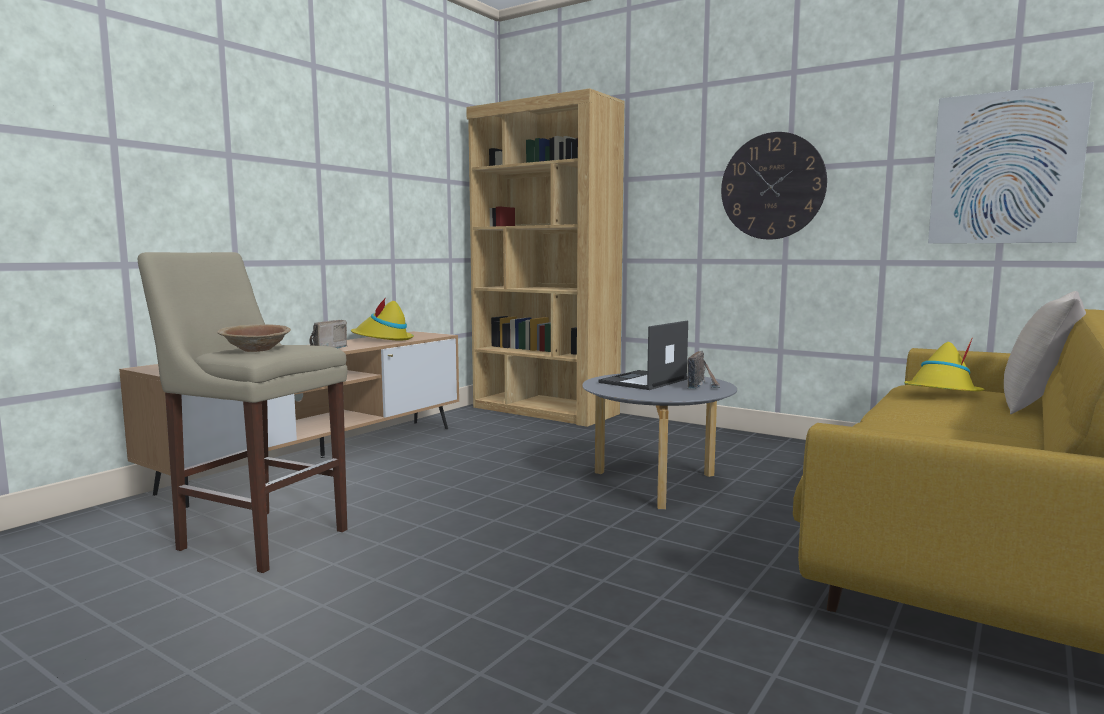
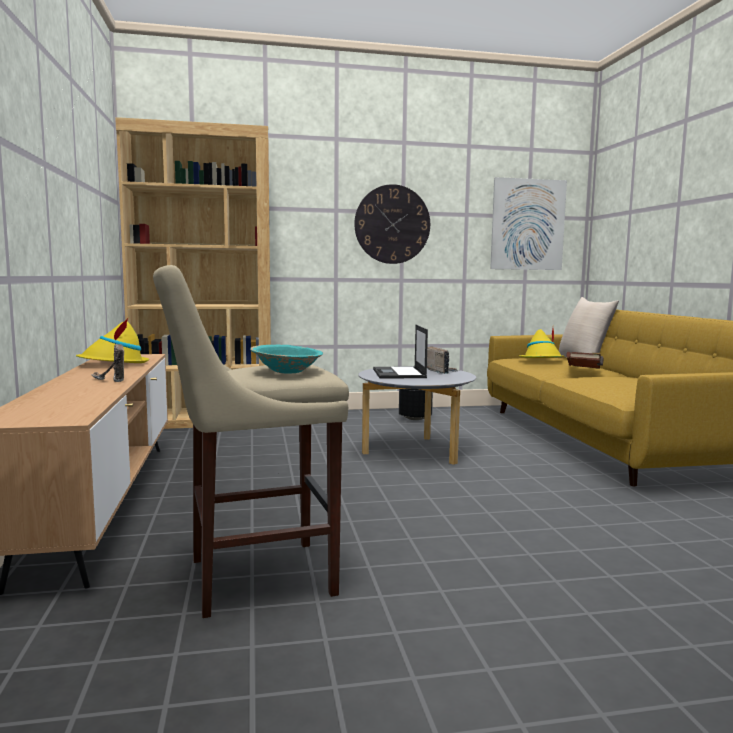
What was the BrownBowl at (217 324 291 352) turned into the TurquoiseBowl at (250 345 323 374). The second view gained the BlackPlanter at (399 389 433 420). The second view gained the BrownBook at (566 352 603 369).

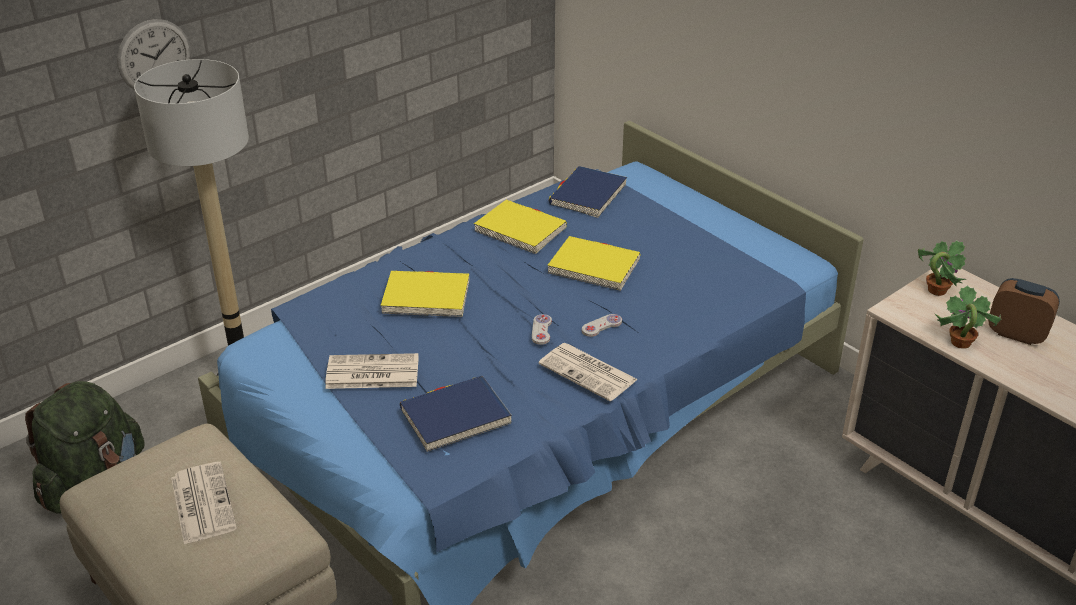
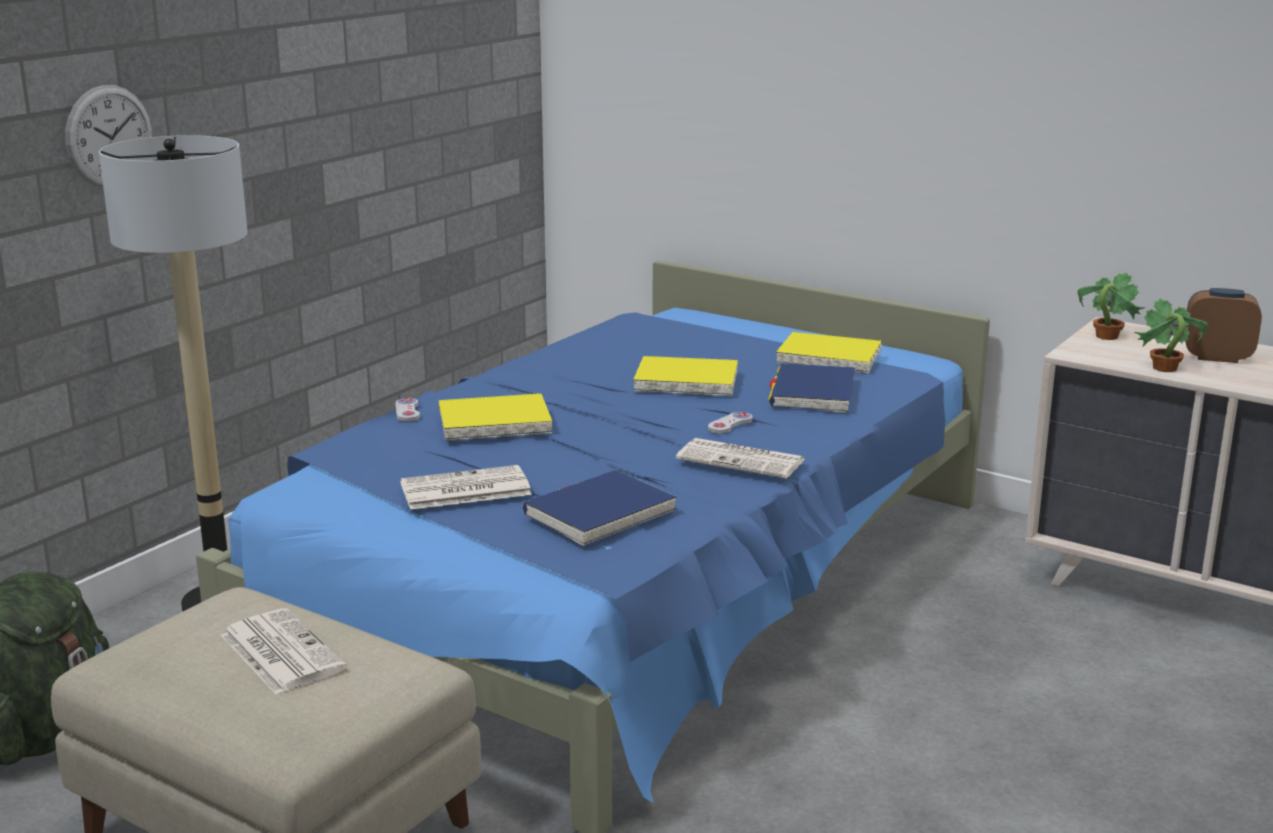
The WhiteGameController ended up elsewhere, having gone from (532 314 552 345) to (395 398 420 421). The BlueBook ended up elsewhere, having gone from (549 166 627 218) to (768 363 855 413). The YellowBook ended up elsewhere, having gone from (474 200 567 254) to (776 332 882 374).

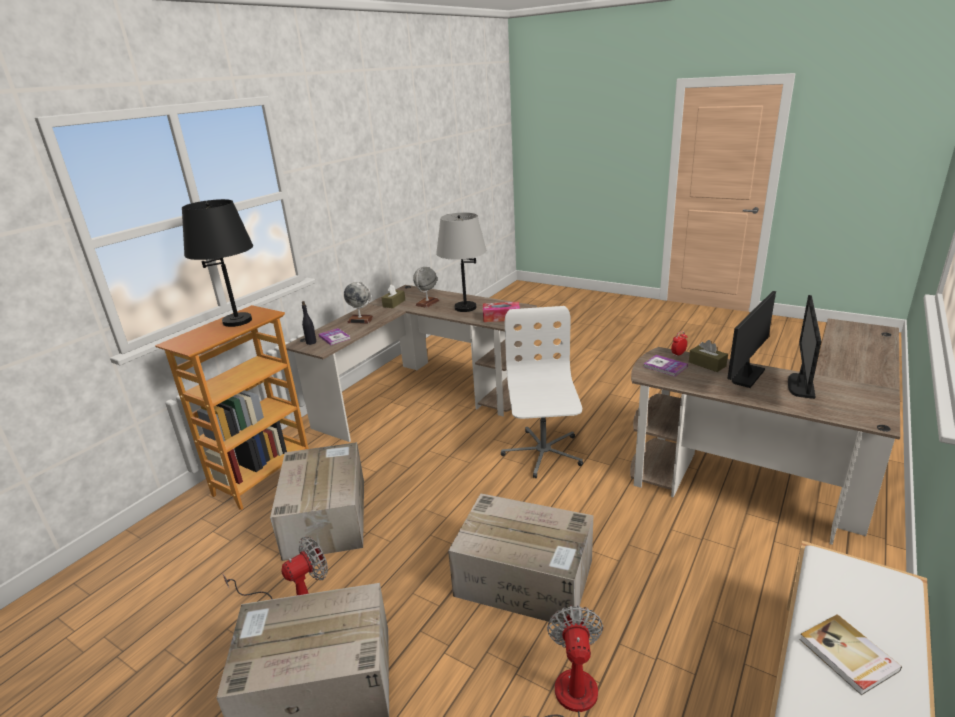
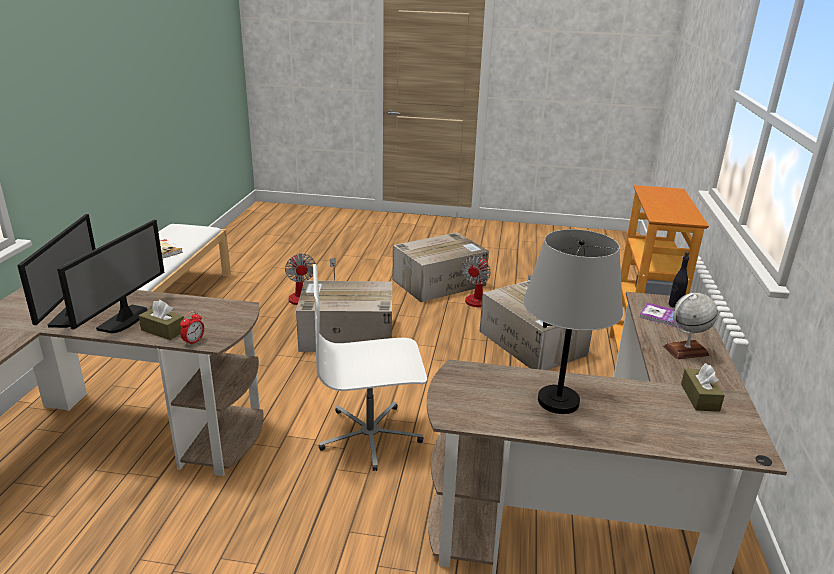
The WhiteOfficeChair at (501 306 583 478) ended up facing another way, 105 degrees clockwise from before. The second view lost the BlackTableLamp at (182 199 253 327). The second view lost the Globe at (413 267 439 308). The second view lost the TissueBox at (483 302 520 322). The second view lost the Book at (644 355 688 377).

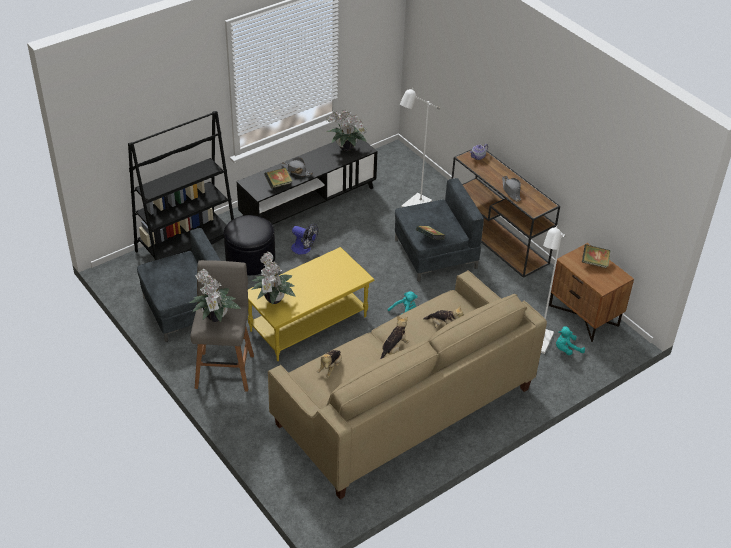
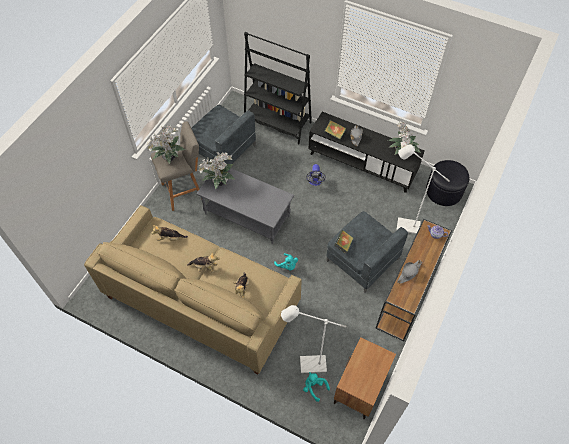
What was the YellowCoffeeTable at (248 247 374 361) turned into the GreyCoffeeTable at (196 168 294 245). The BlackOttoman ended up elsewhere, having gone from (224 215 275 275) to (426 160 469 206). The second view lost the Book at (582 244 611 268).

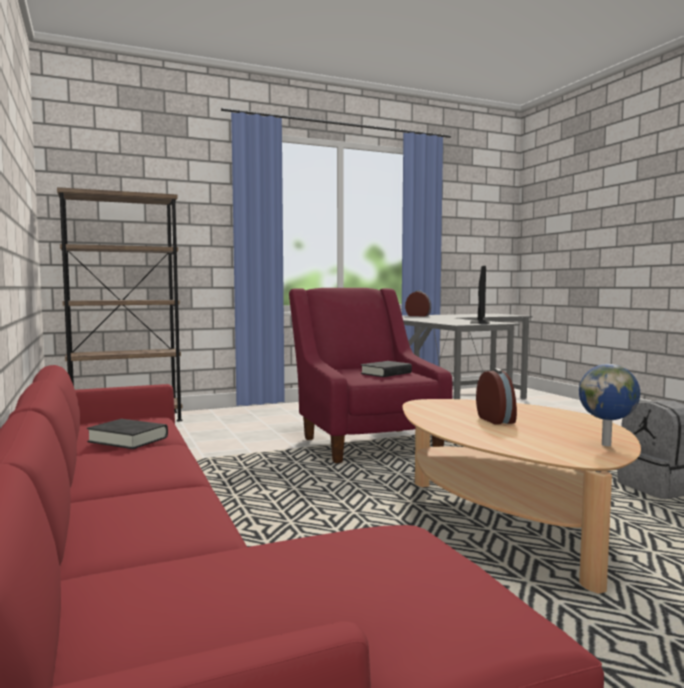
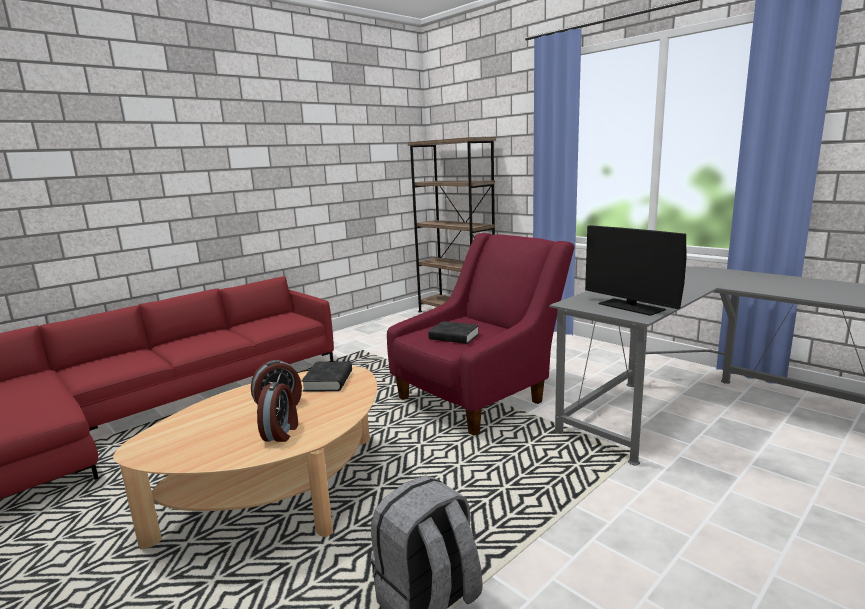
The AlarmClock ended up elsewhere, having gone from (405 291 431 316) to (257 382 298 442). The BlackBook ended up elsewhere, having gone from (87 419 168 449) to (302 361 352 392). The Monitor at (470 266 490 324) ended up facing another way, 60 degrees clockwise from before. The second view lost the Globe at (579 364 640 446).

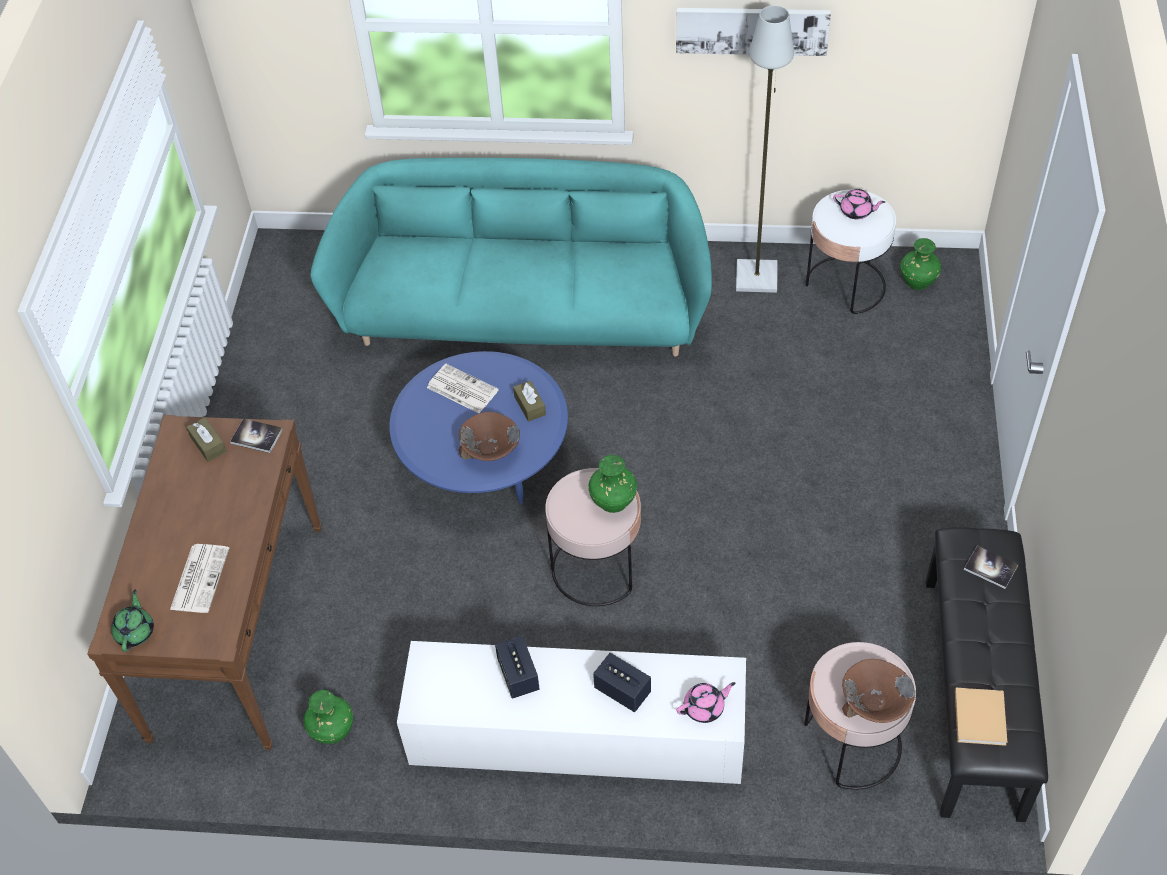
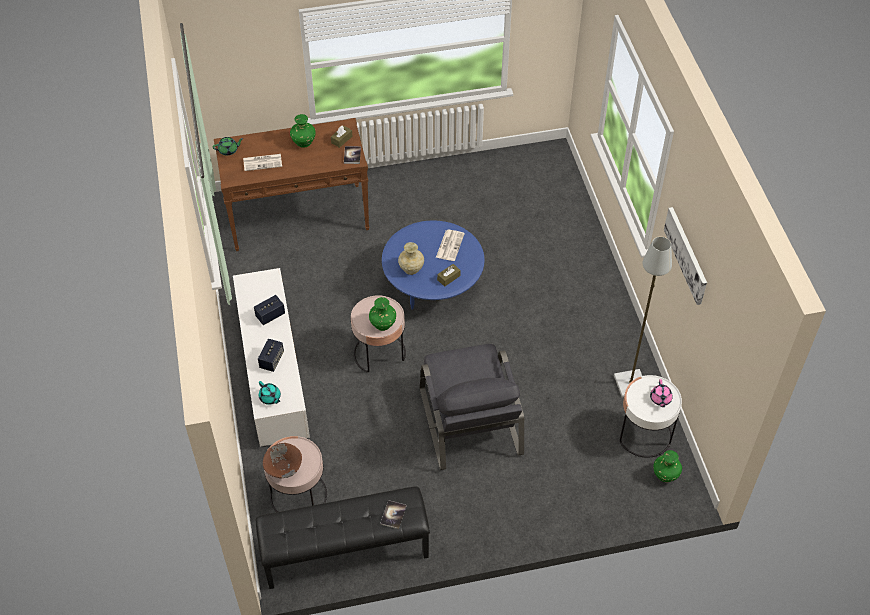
What was the PinkTeapot at (676 682 736 723) turned into the TurquoiseTeapot at (259 381 281 405). The GreenVase ended up elsewhere, having gone from (304 690 353 744) to (290 114 316 148). Where the BrownBowl stood at (459 412 520 461), the BeigeVase came to stand at (398 242 424 275). The second view gained the GreyArmchair at (420 344 524 470). The second view lost the TurquoiseSofa at (310 158 712 356). The second view lost the BeigeBook at (955 688 1007 746).

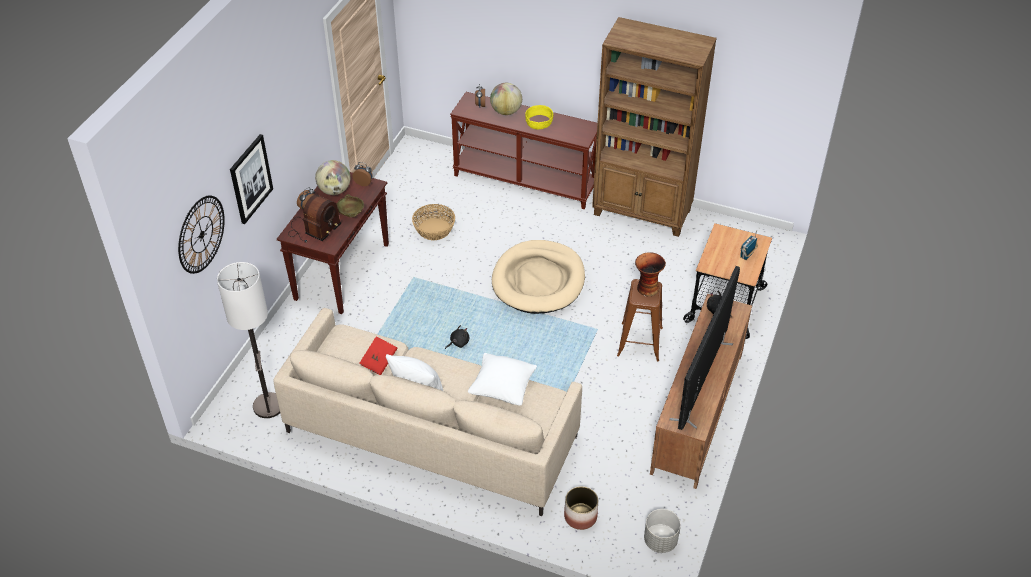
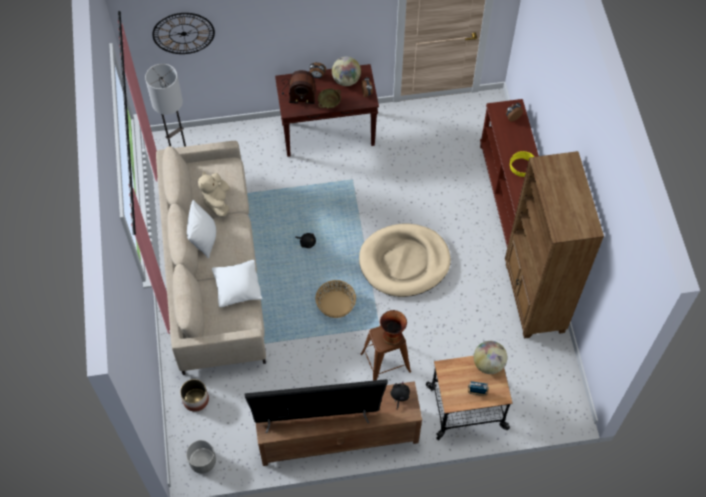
Where the RedBook stood at (359 337 398 375), the BeigePlushToy came to stand at (198 171 230 217). The Basket ended up elsewhere, having gone from (412 204 455 240) to (315 280 356 318). The Globe ended up elsewhere, having gone from (490 83 522 115) to (474 341 507 374). The second view lost the Picture at (230 134 273 224).

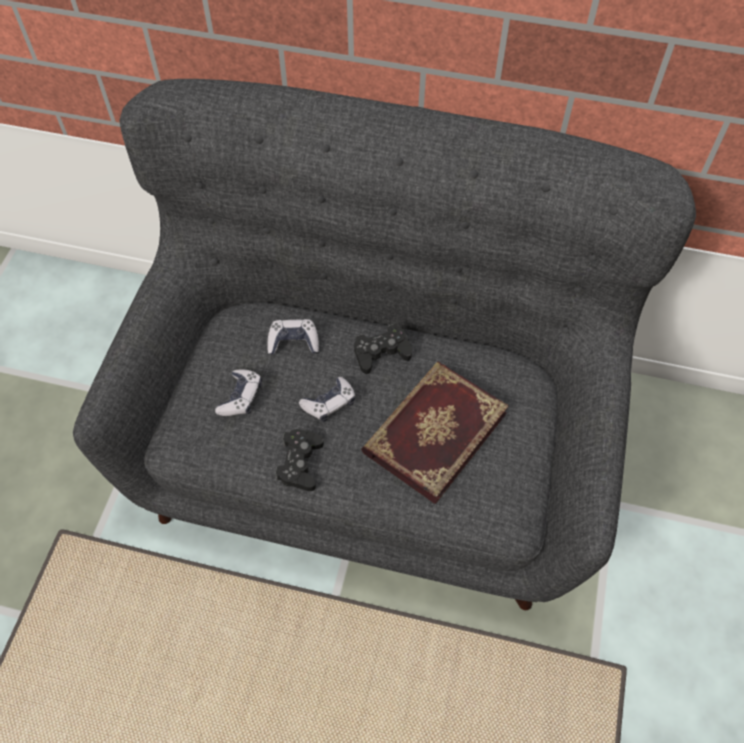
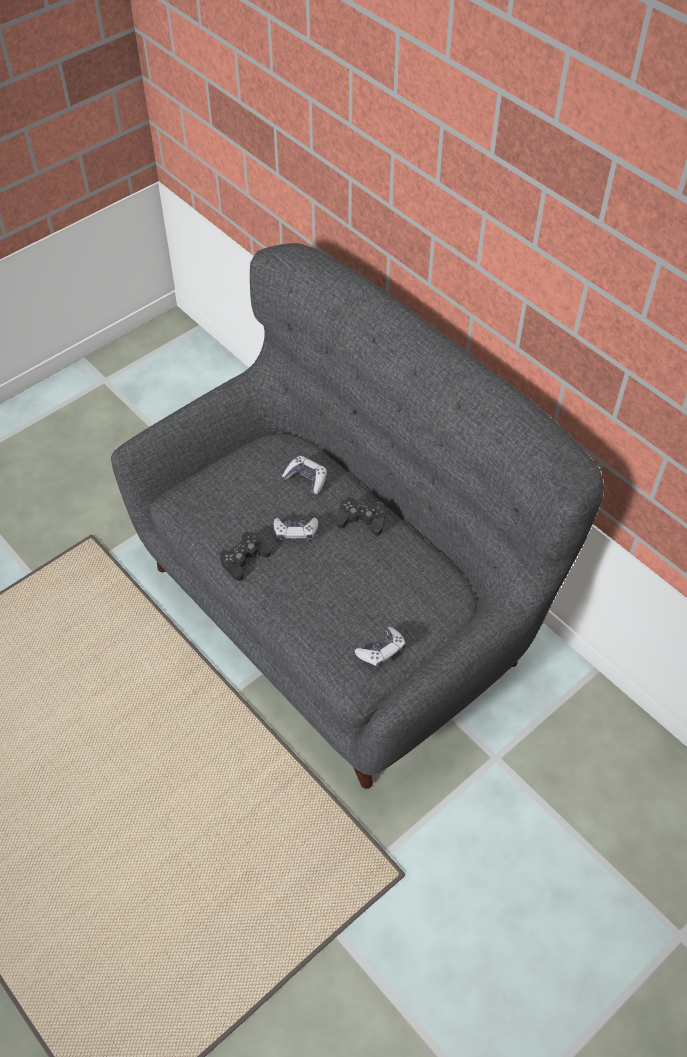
The GameController ended up elsewhere, having gone from (215 369 262 416) to (355 627 406 668). The second view lost the Book at (361 361 509 504).

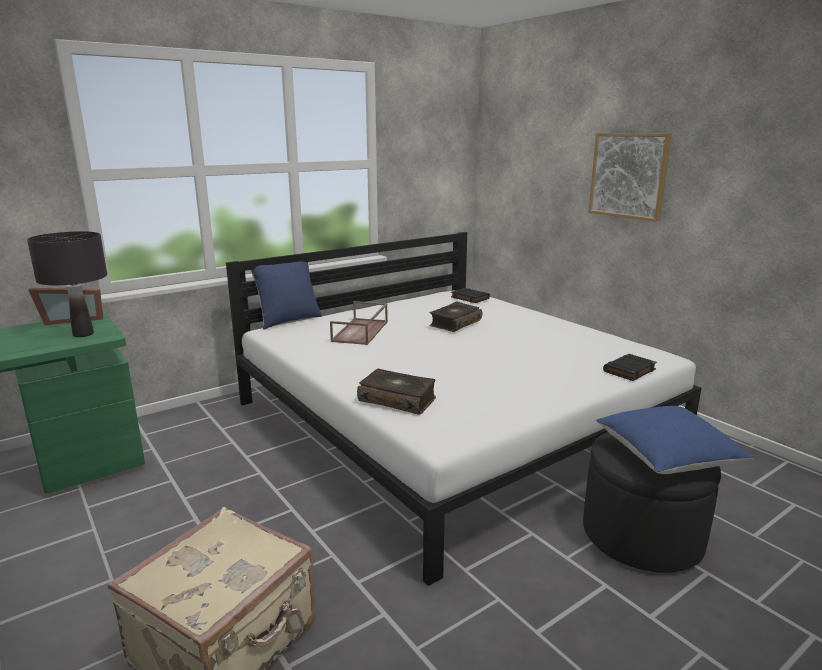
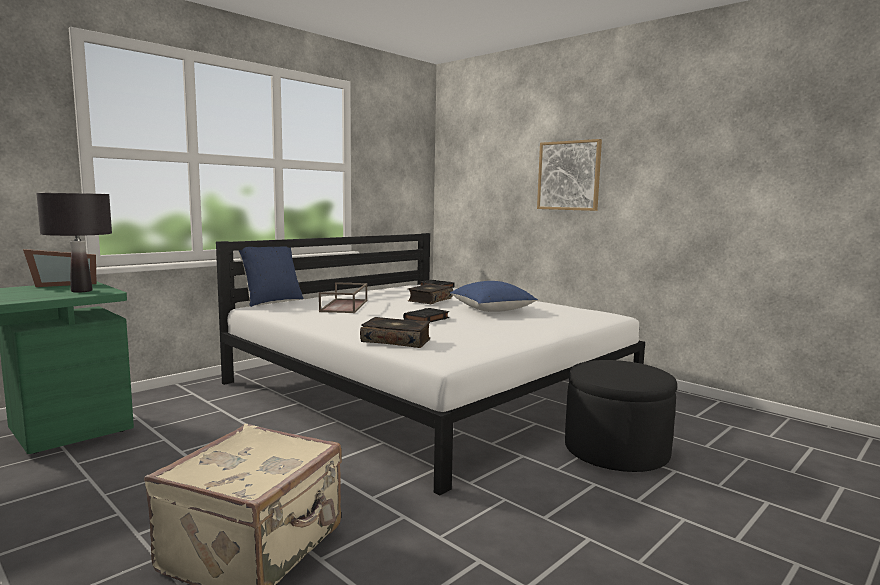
The BlackBook ended up elsewhere, having gone from (603 354 657 381) to (403 308 449 322). The BluePillow ended up elsewhere, having gone from (596 406 754 474) to (450 281 538 312).

